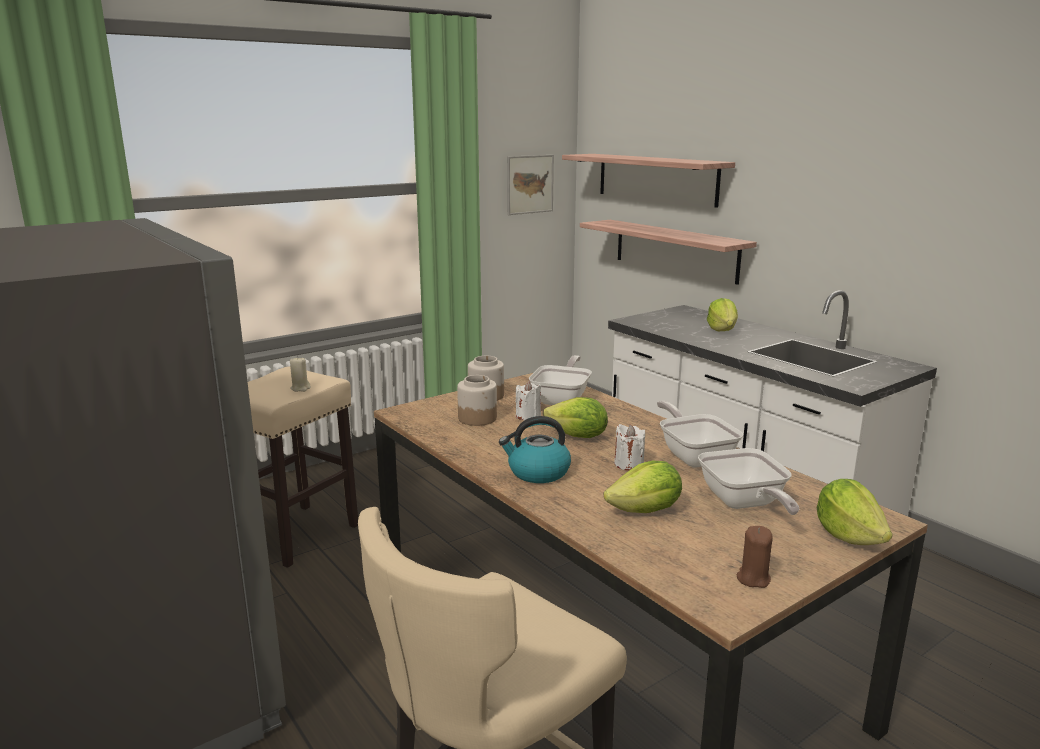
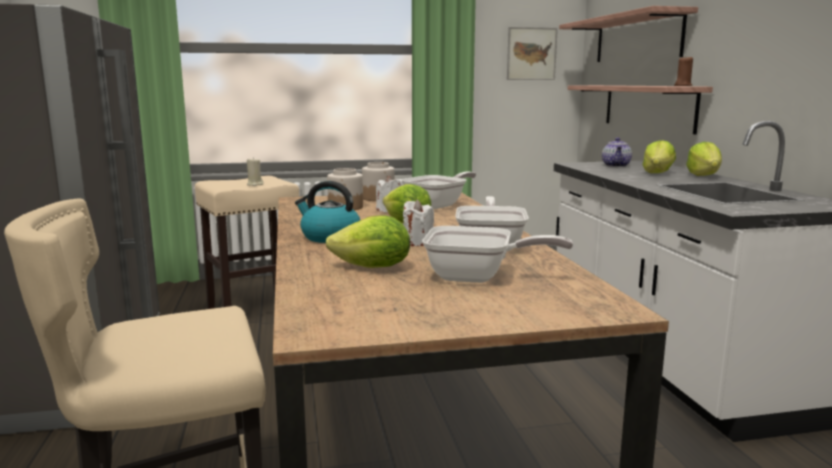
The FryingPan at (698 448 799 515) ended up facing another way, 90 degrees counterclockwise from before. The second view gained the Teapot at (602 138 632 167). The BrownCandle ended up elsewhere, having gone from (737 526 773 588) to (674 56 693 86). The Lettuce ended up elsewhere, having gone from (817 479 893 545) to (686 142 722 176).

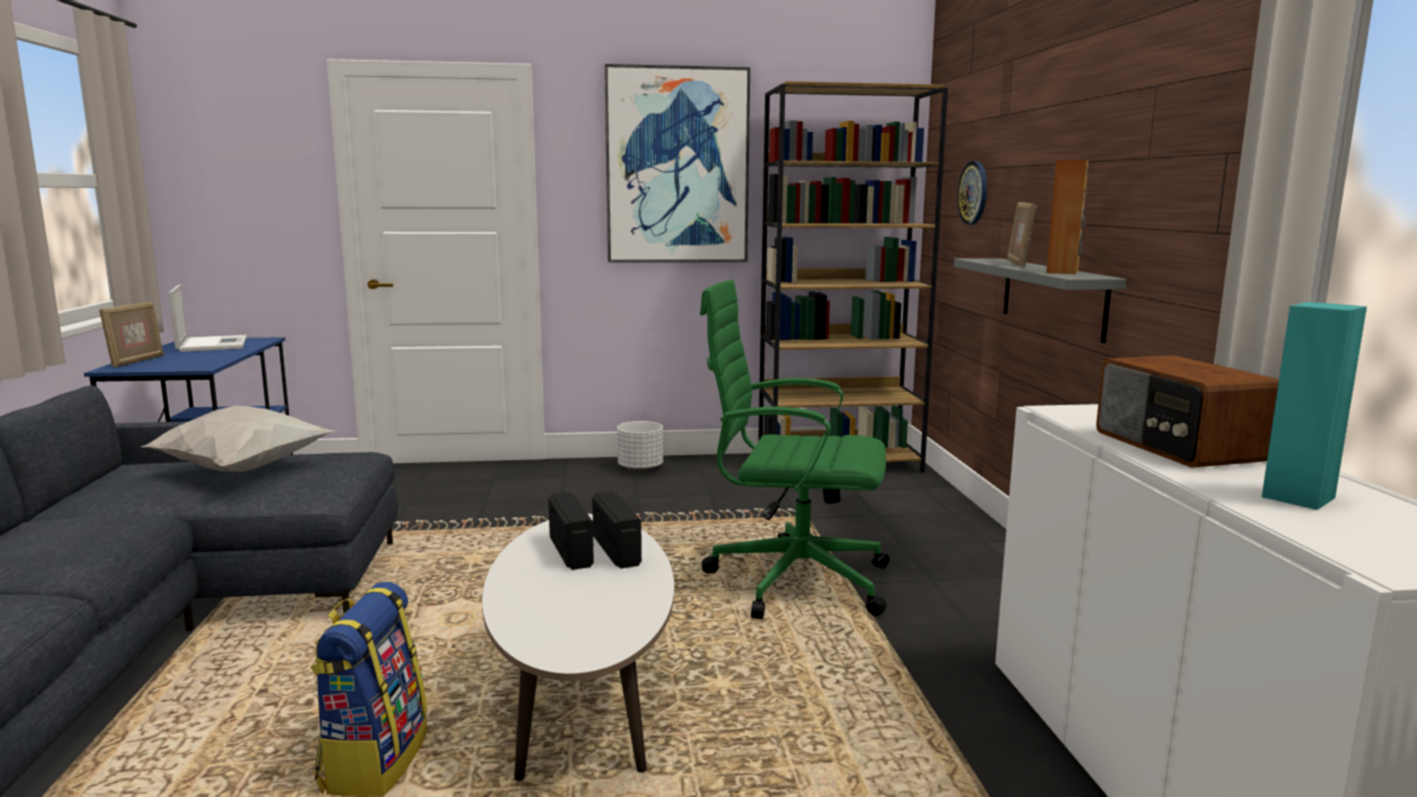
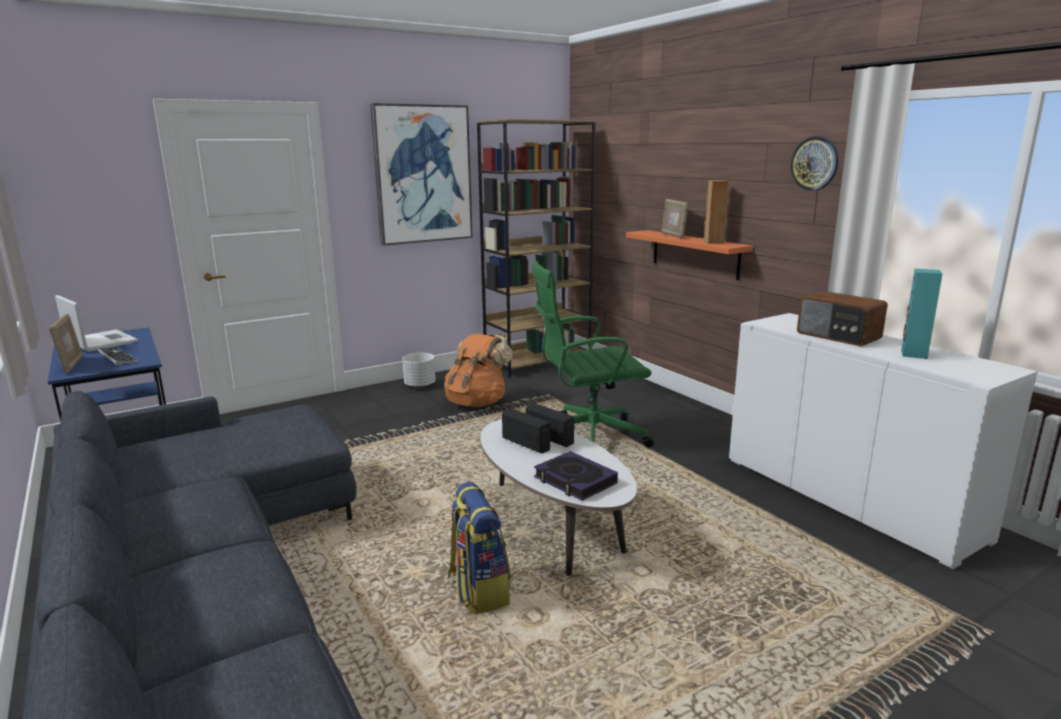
The second view gained the Keyboard at (97 348 138 365). The second view gained the OrangeBackpack at (444 334 513 407). The second view gained the Book at (534 451 618 501). What was the GreyShelf at (954 258 1126 343) turned into the OrangeShelf at (626 230 753 280). The WallClock ended up elsewhere, having gone from (957 161 987 225) to (790 136 839 191). The second view lost the WhitePillow at (141 406 335 472).

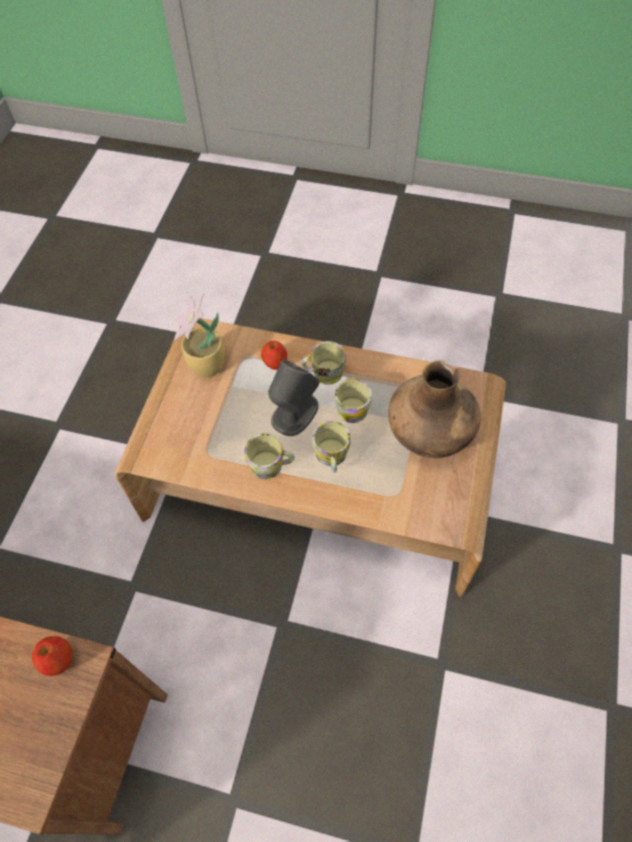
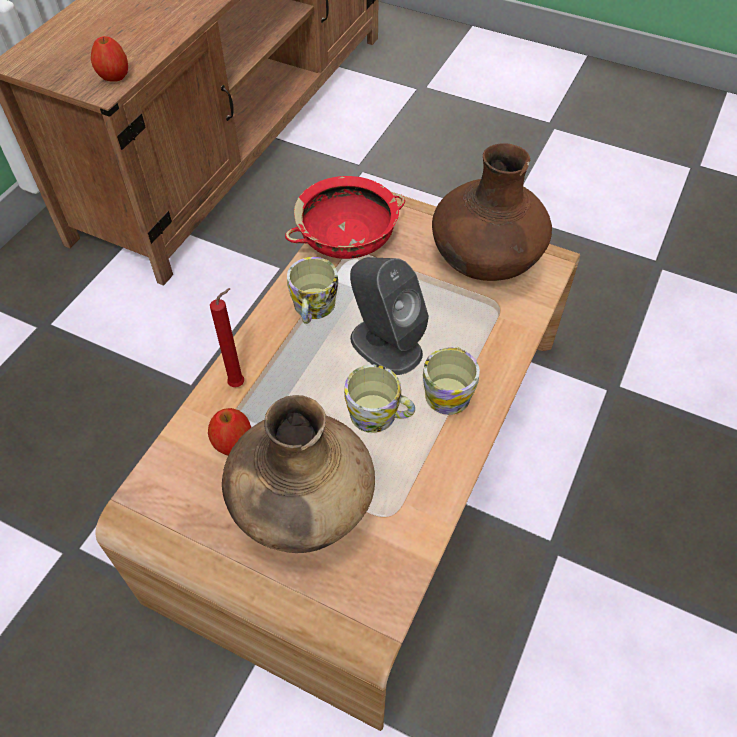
The Apple ended up elsewhere, having gone from (261 341 287 370) to (208 408 251 455). The second view gained the RedCandle at (210 288 244 387). The second view gained the RedBowl at (285 176 405 259). Where the PottedPlant stood at (174 293 224 377), the BrownVase came to stand at (432 143 552 281). The second view lost the Mug at (312 421 350 473).

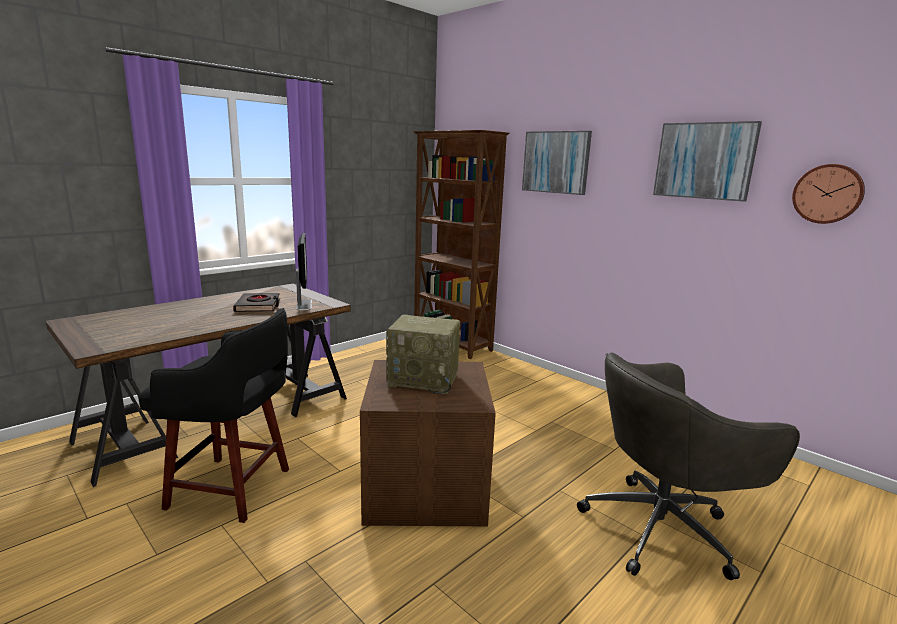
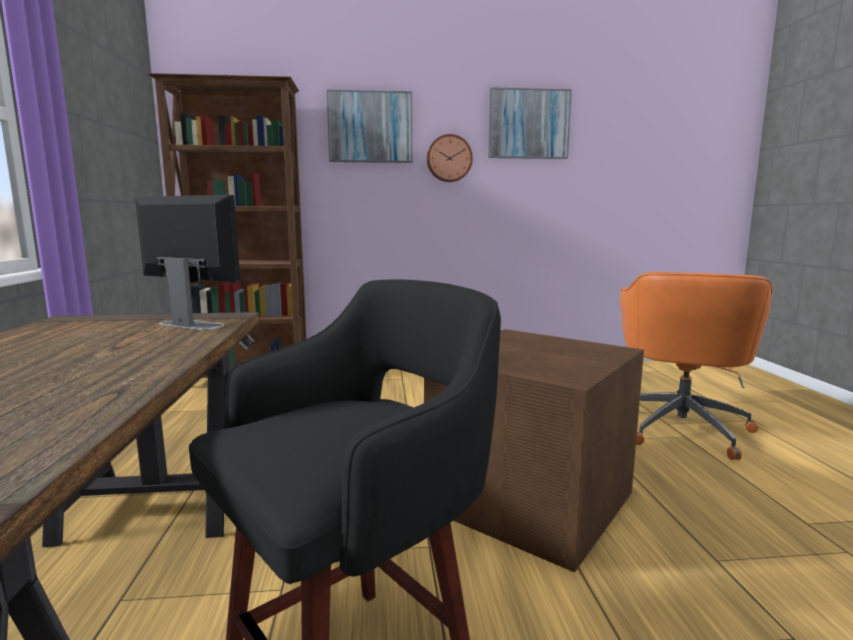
The WallClock ended up elsewhere, having gone from (792 164 865 224) to (427 134 473 182). What was the GreyOfficeChair at (577 353 800 580) turned into the OrangeOfficeChair at (620 272 773 460). The second view lost the BlackBook at (233 293 280 312). The second view lost the Radio at (386 315 460 394).

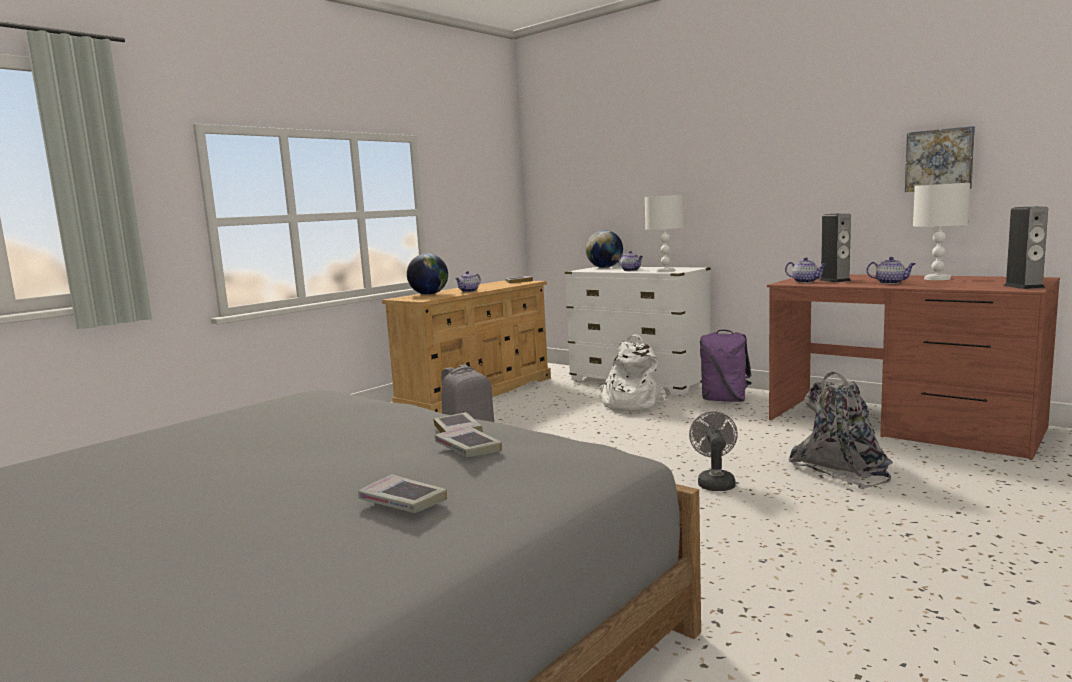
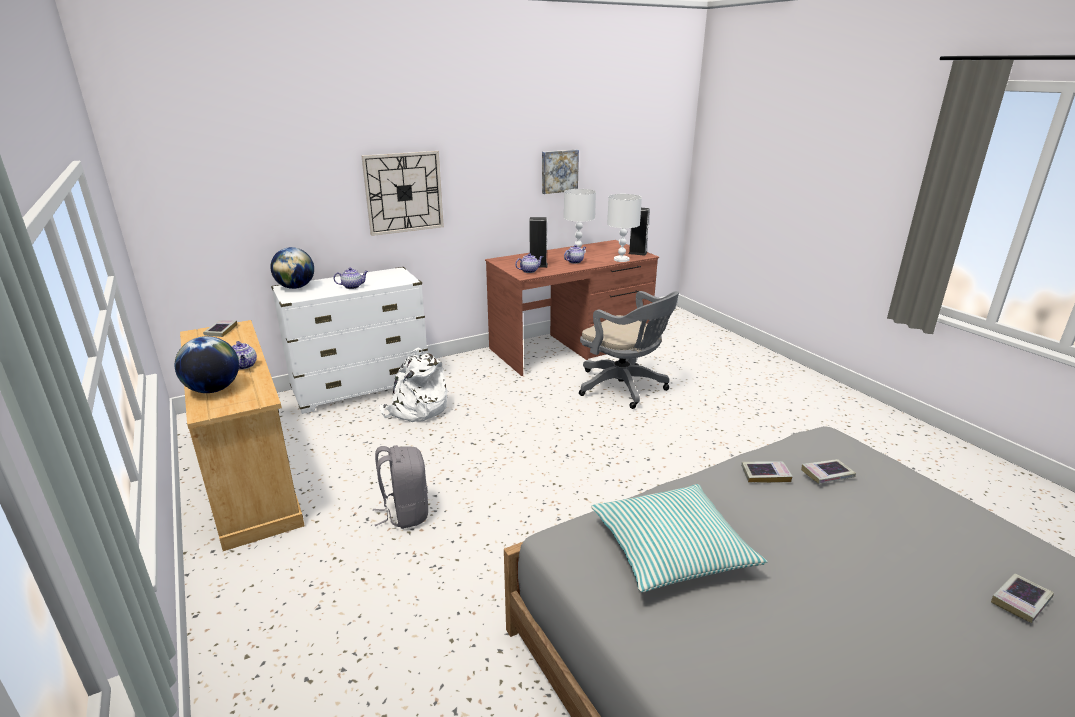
The second view gained the WallClock at (361 151 444 236). Where the GreyBackpack stood at (788 372 893 489), the GreyOfficeChair came to stand at (579 291 679 409). The second view gained the Pillow at (591 484 768 592). The WhiteTableLamp ended up elsewhere, having gone from (645 195 684 272) to (607 194 642 262). The Book ended up elsewhere, having gone from (358 474 447 513) to (991 573 1054 623). The second view lost the GreyFan at (689 411 738 491). The second view lost the PurpleBackpack at (700 330 752 402).

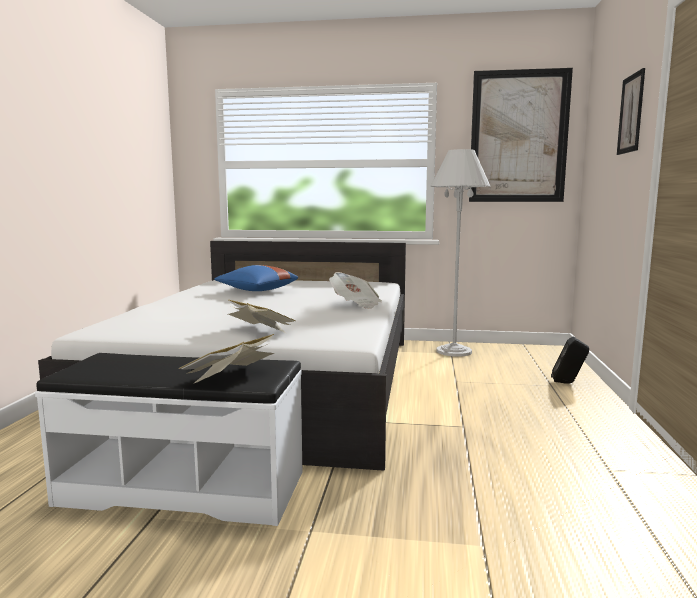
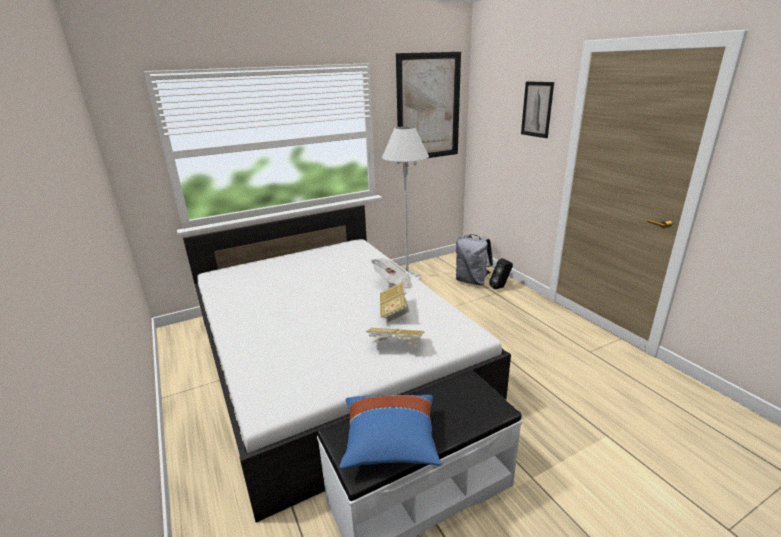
The BluePillow ended up elsewhere, having gone from (214 265 298 291) to (339 395 441 469). The Book ended up elsewhere, having gone from (179 334 274 384) to (380 282 410 323). The second view gained the GreyBackpack at (456 234 493 285).

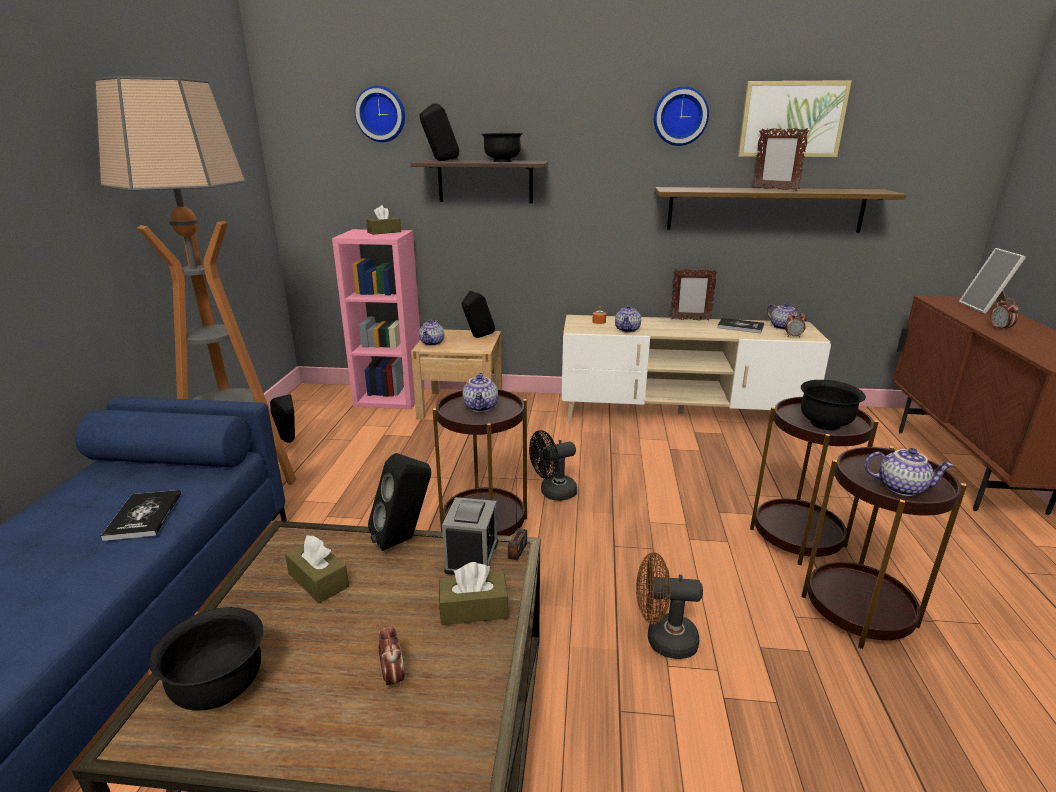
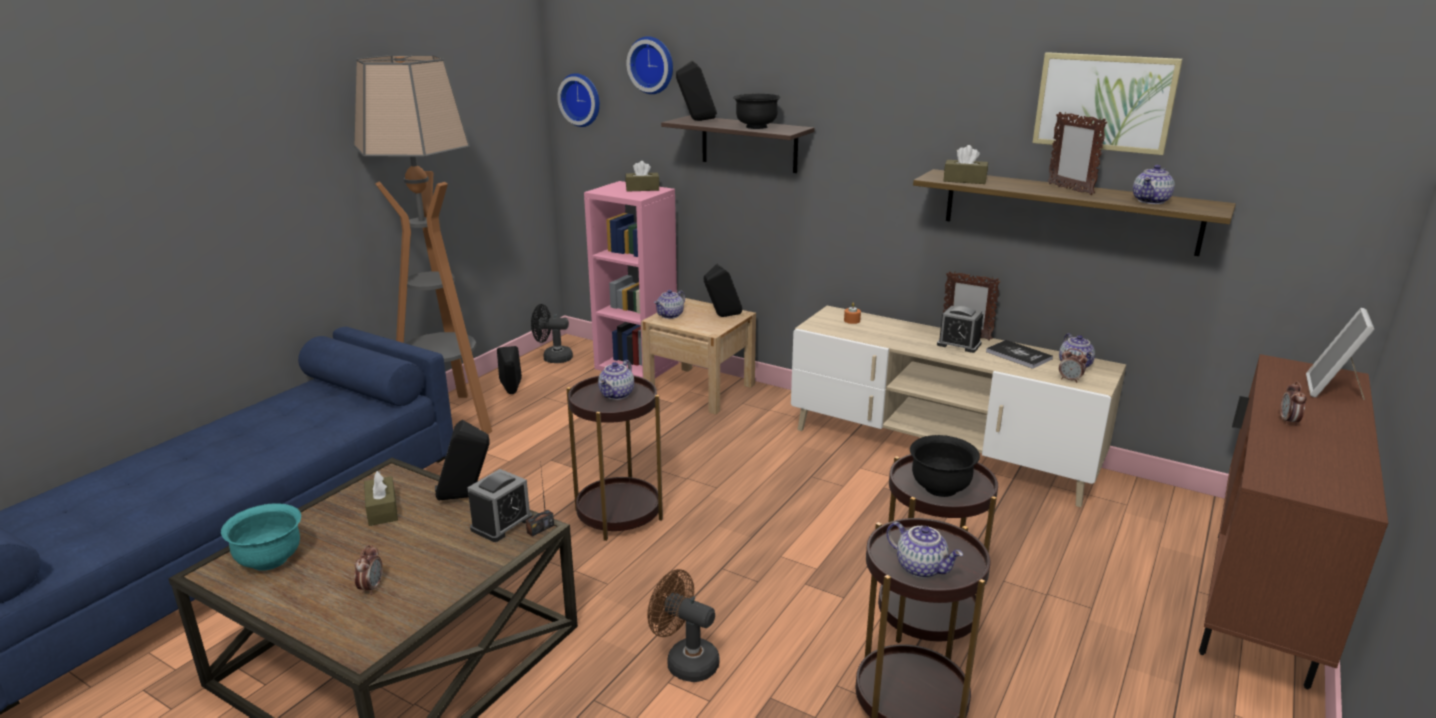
What was the BlackBowl at (149 607 263 711) turned into the TurquoiseBowl at (221 503 301 571). The BlackFan ended up elsewhere, having gone from (529 430 577 501) to (531 304 573 363). The WallClock ended up elsewhere, having gone from (654 87 709 146) to (557 73 600 127). The second view gained the AlarmClock at (937 306 983 353). The BrownTissueBox ended up elsewhere, having gone from (439 562 509 625) to (944 145 988 184). The Teapot ended up elsewhere, having gone from (615 305 641 333) to (1133 165 1175 204). The second view lost the Book at (101 490 181 541).

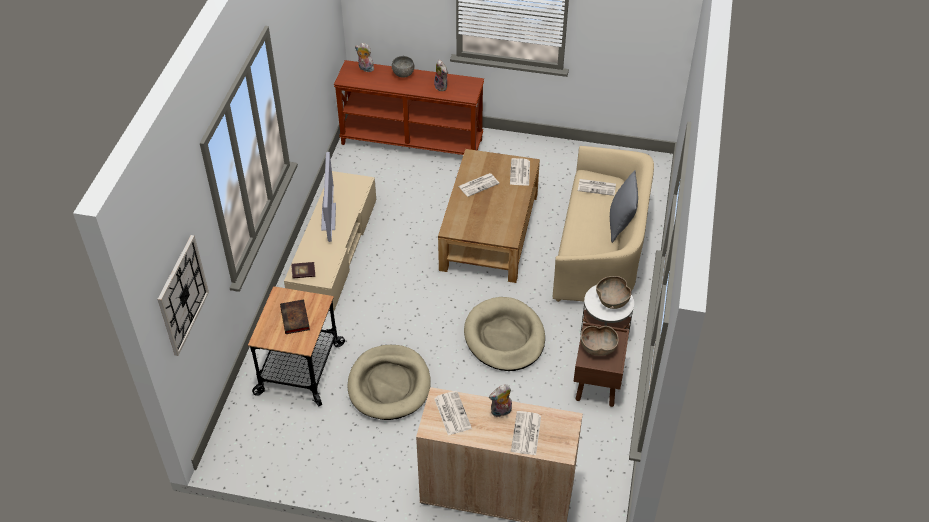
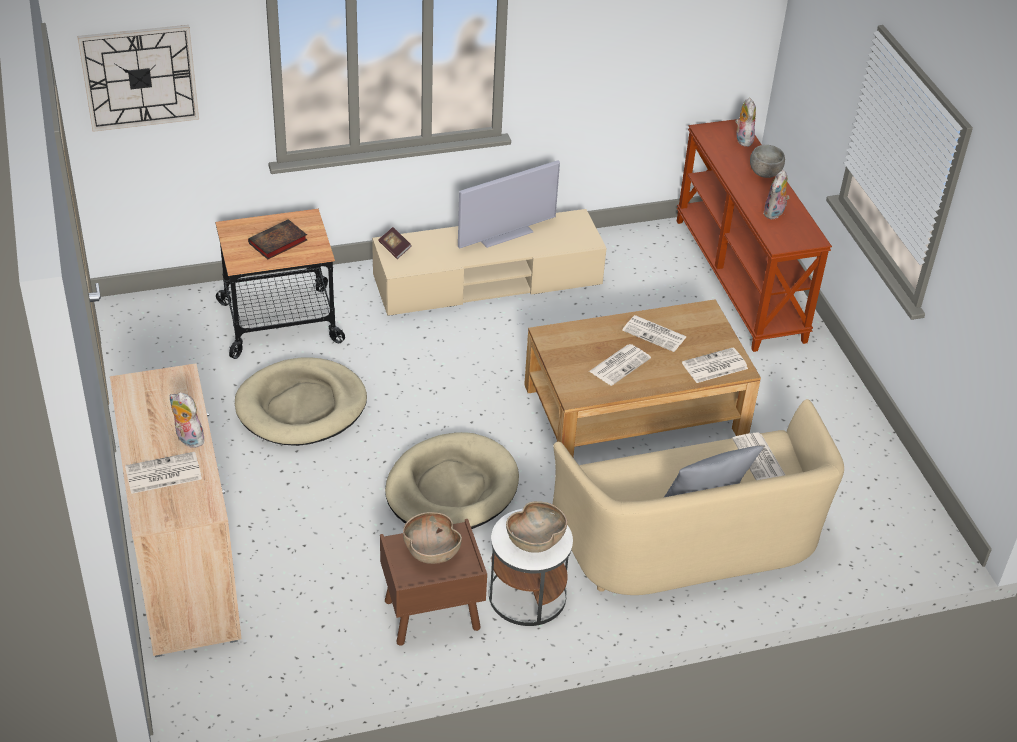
The Newspaper ended up elsewhere, having gone from (434 391 472 435) to (589 344 651 386).

